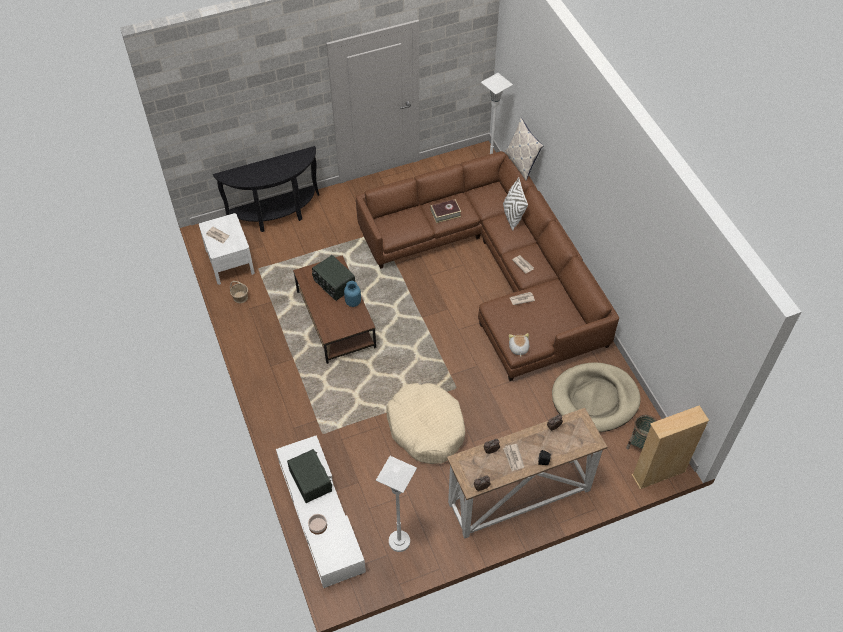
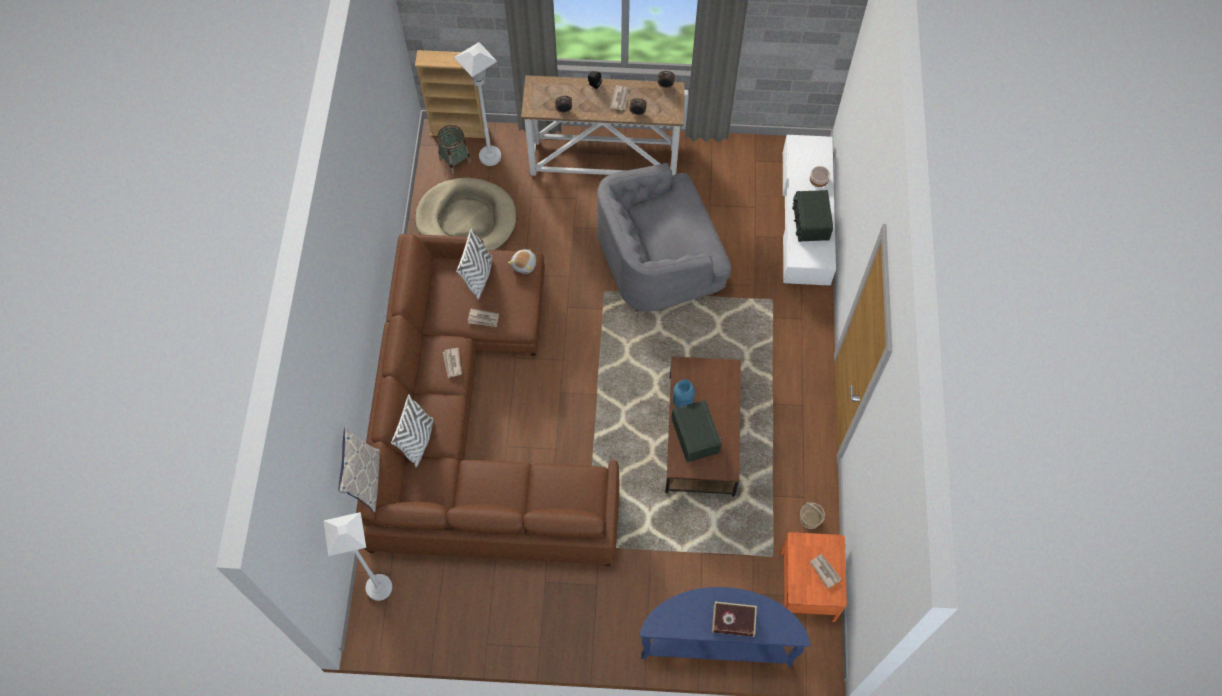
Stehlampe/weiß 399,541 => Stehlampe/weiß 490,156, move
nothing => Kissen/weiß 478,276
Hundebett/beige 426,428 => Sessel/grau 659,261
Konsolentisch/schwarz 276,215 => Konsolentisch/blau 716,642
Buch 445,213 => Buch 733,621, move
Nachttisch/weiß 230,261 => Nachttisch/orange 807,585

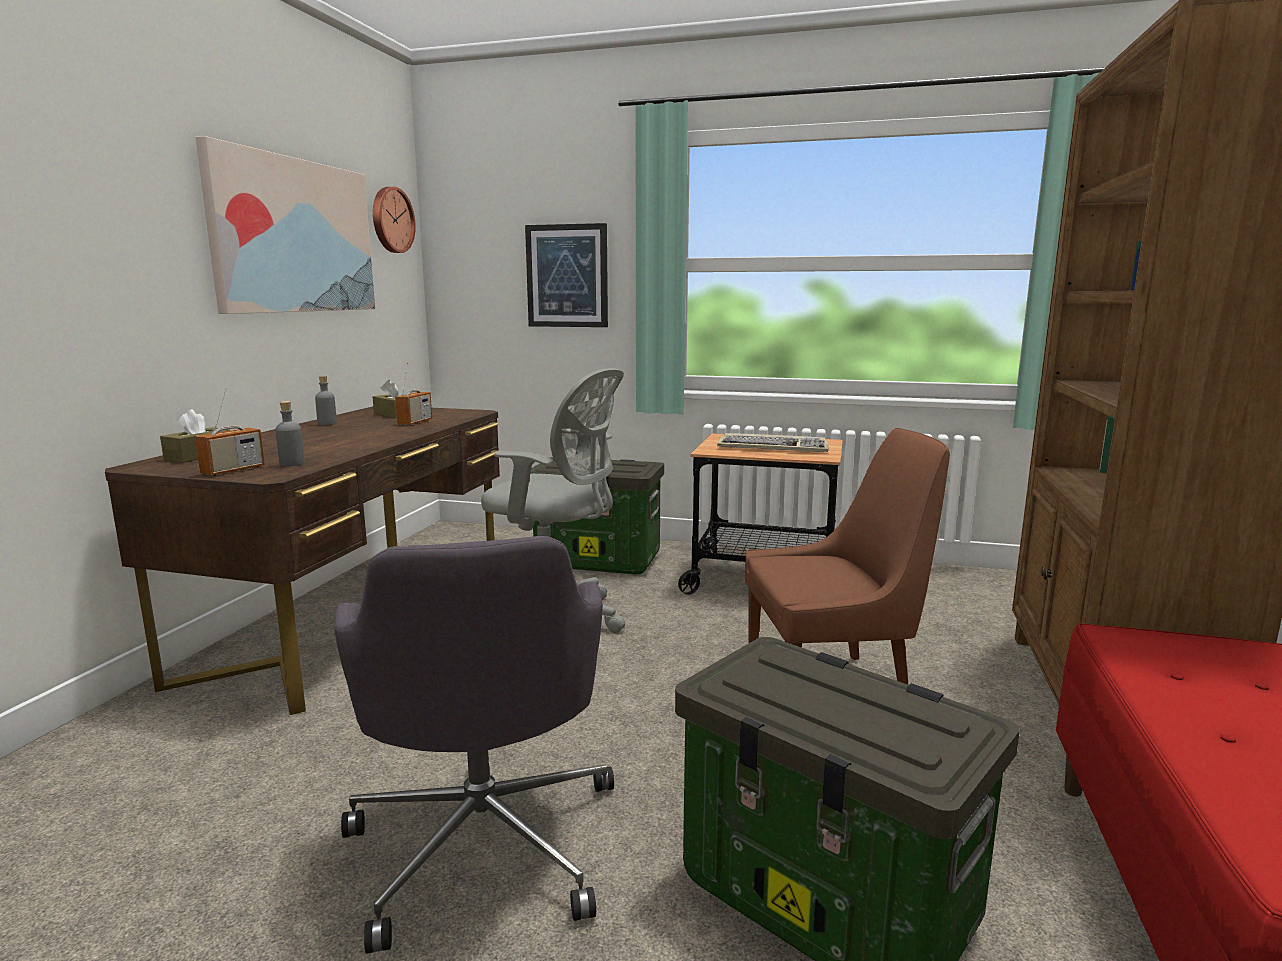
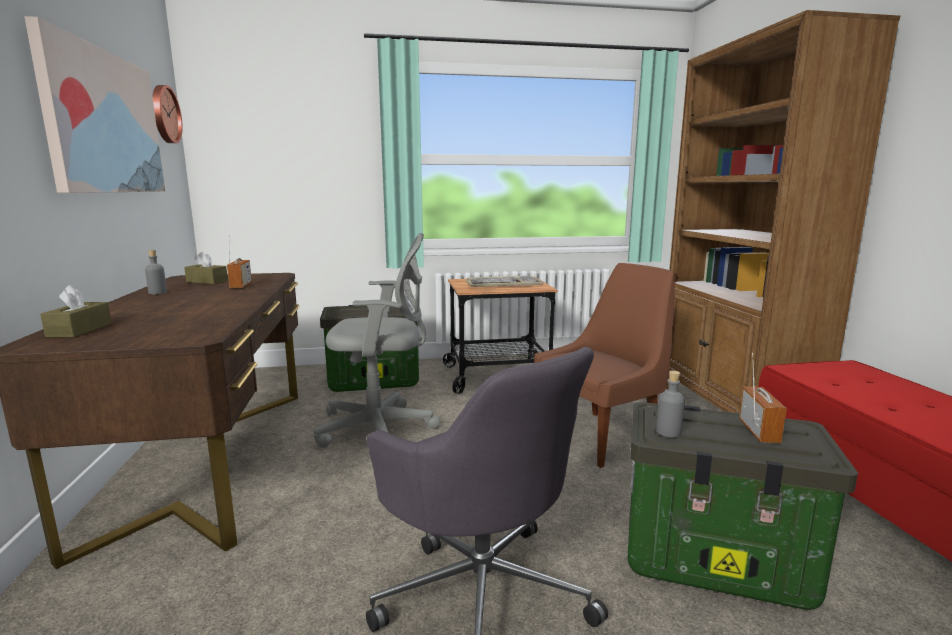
Flasche/grau 292,463 => Flasche/grau 668,432, move
Radio 233,470 => Radio 759,431, move
Bild 567,276 => nothing

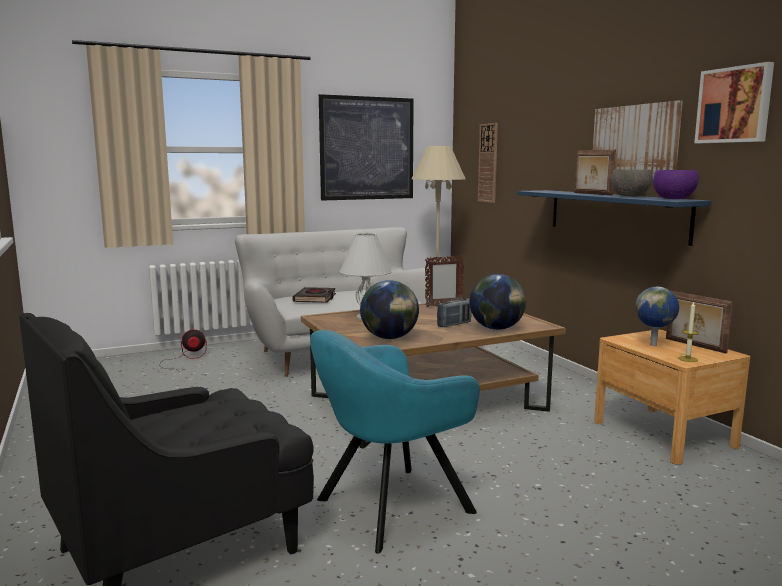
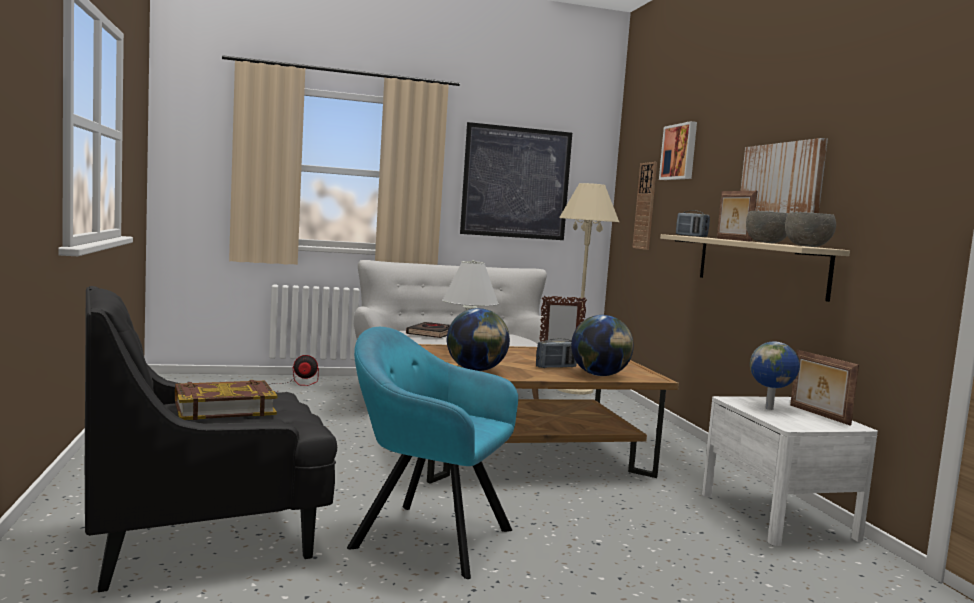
nothing => Buch 224,408
Sessel/türkis 389,508 => Sessel/türkis 426,536, 45 degrees clockwise
Bild 735,105 => Bild 680,152, move
Wandregal/blau 615,214 => Wandregal/beige 759,265
nothing => Radio 691,236
Nachttisch/braun 663,434 => Nachttisch/weiß 777,516
Schüssel/lila 674,199 => Schüssel/grau 808,246
Kerze 687,359 => nothing

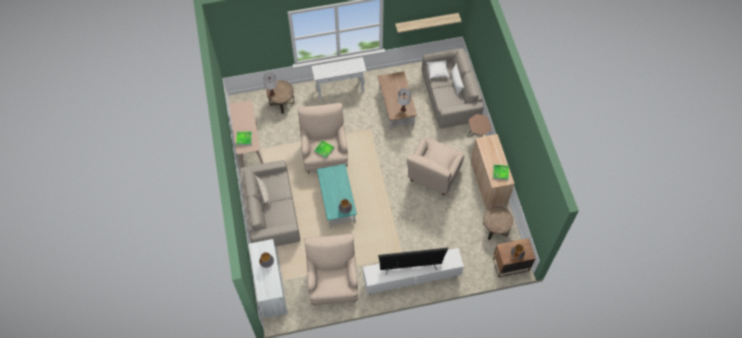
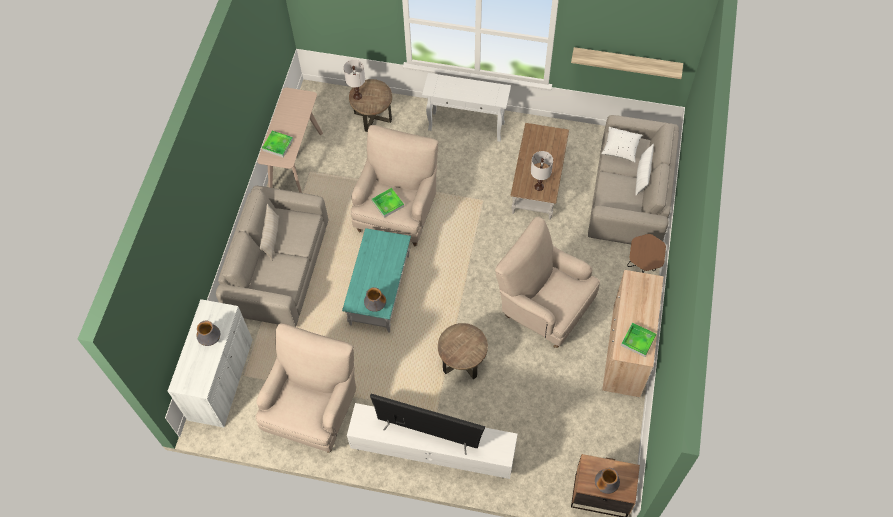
Beistelltisch/braun 495,229 => Beistelltisch/braun 462,361, move
Sessel/beige 433,176 => Sessel/beige 544,307, 75 degrees clockwise

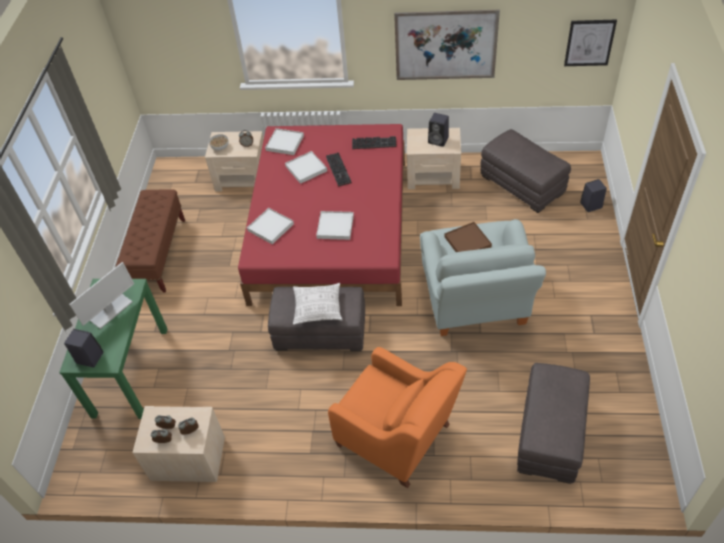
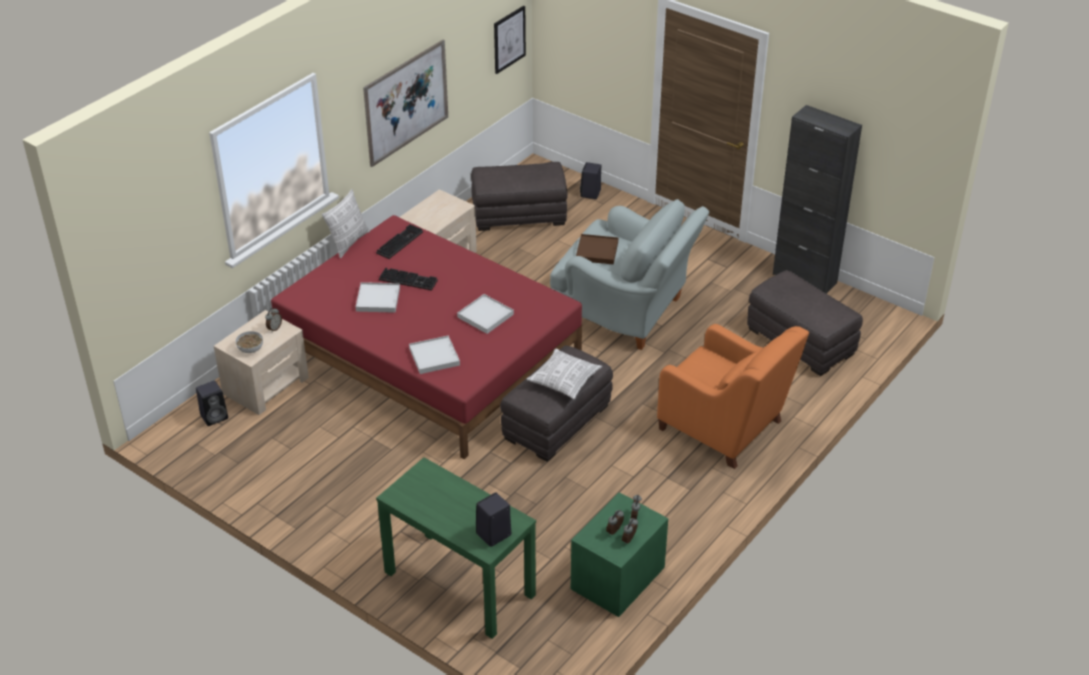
Lautsprecher/schwarz 439,140 => Lautsprecher/schwarz 215,416, move
nothing => Kissen 349,243
Nachttisch/beige 187,458 => Nachttisch/grün 617,578
Sessel/orange 397,438 => Sessel/orange 724,427, 60 degrees clockwise
nothing => Schrank/schwarz 804,278
Monitor 110,311 => nothing
Bank/braun 158,255 => nothing
Tablett/weiß 285,143 => nothing

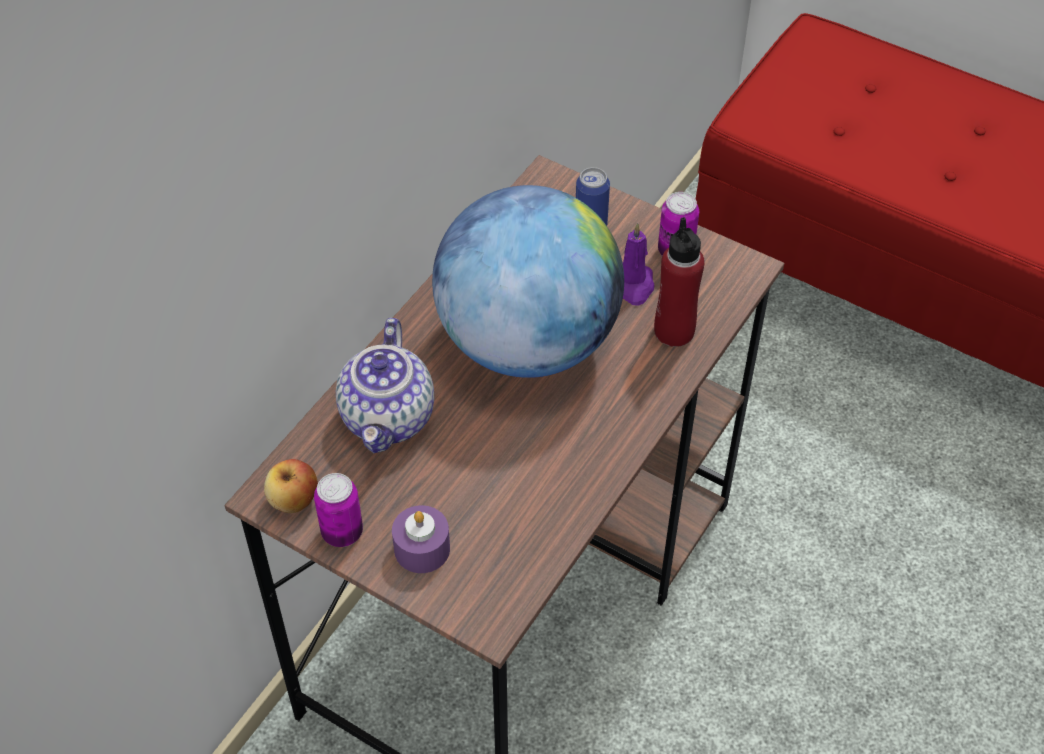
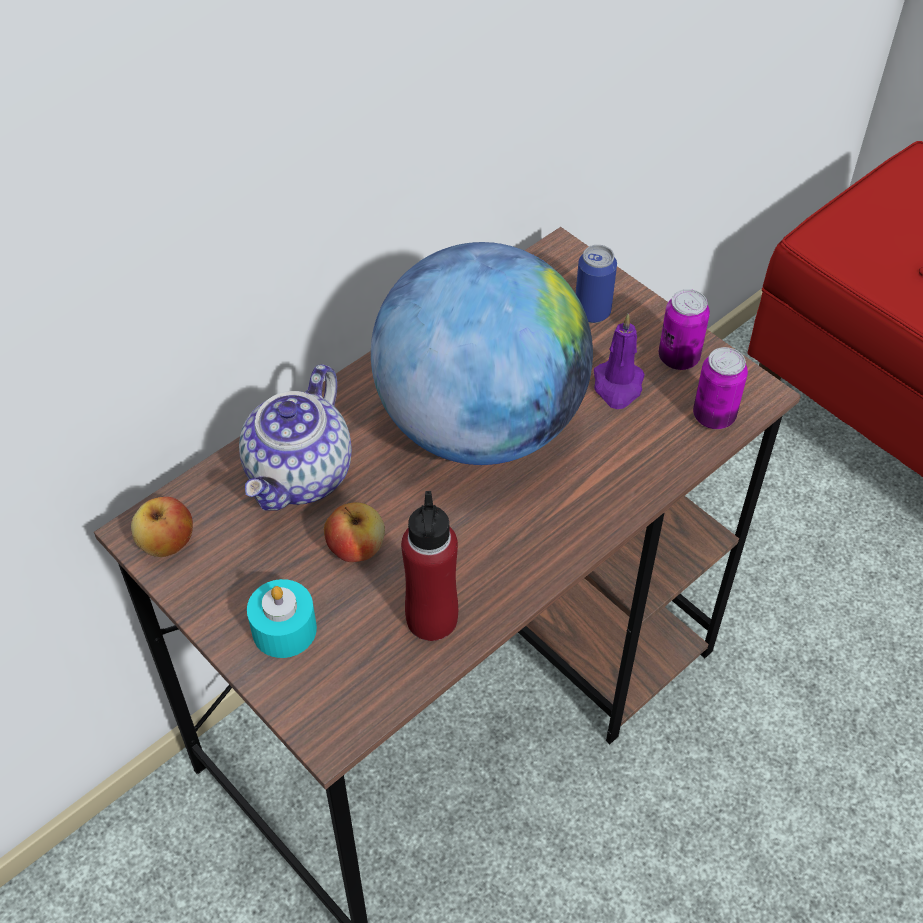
Kerze/lila 422,549 => Kerze/türkis 284,629
nothing => Apfel 356,548
Flasche/rot 674,331 => Flasche/rot 431,619, move
Dose 342,532 => Dose 714,416, move

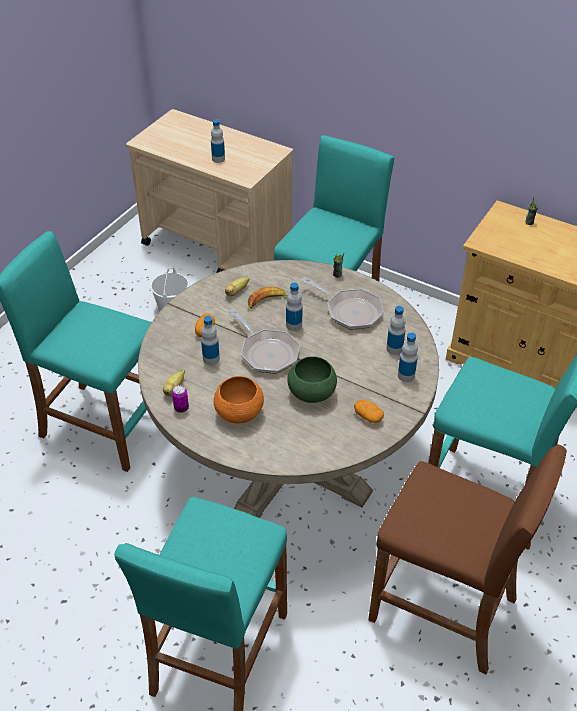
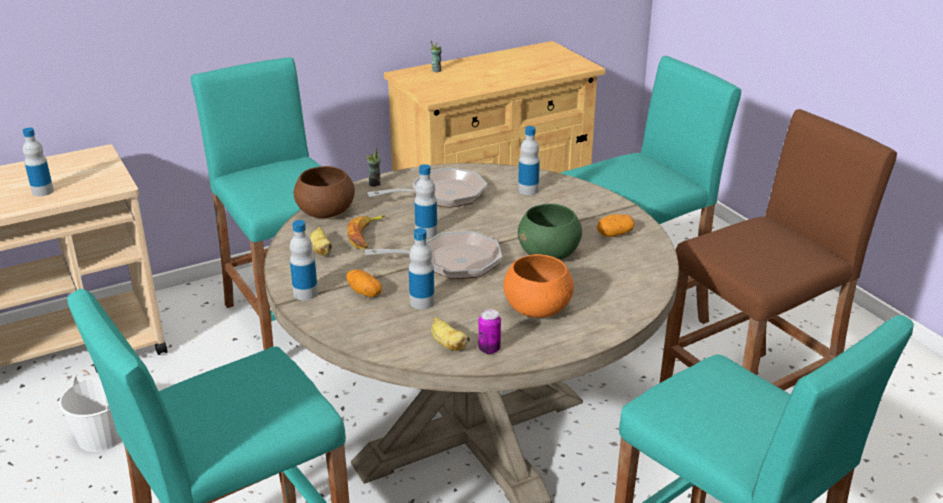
Flasche 406,375 => Flasche 305,293, move
nothing => Schüssel/braun 325,213

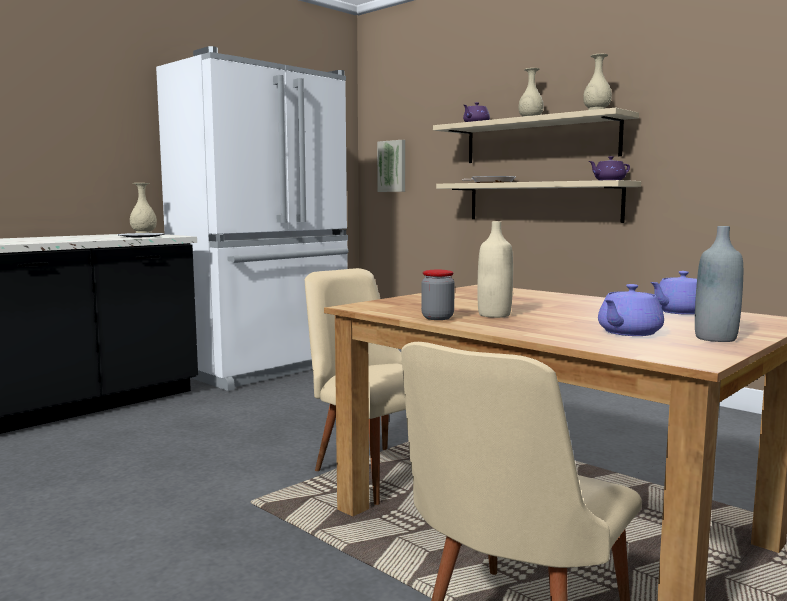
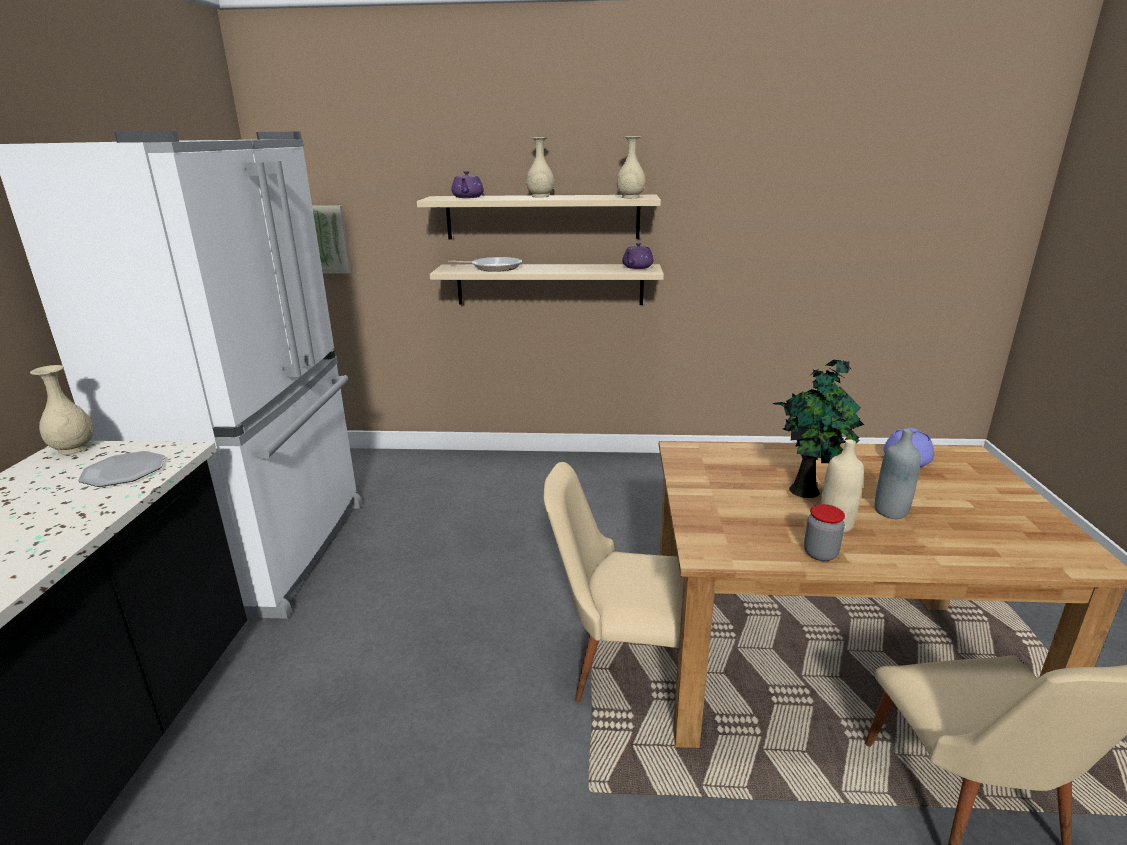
nothing => Topfpflanze 807,490
Flasche/grau 715,338 => Flasche/grau 890,511, move
Teekanne/lila 628,333 => nothing

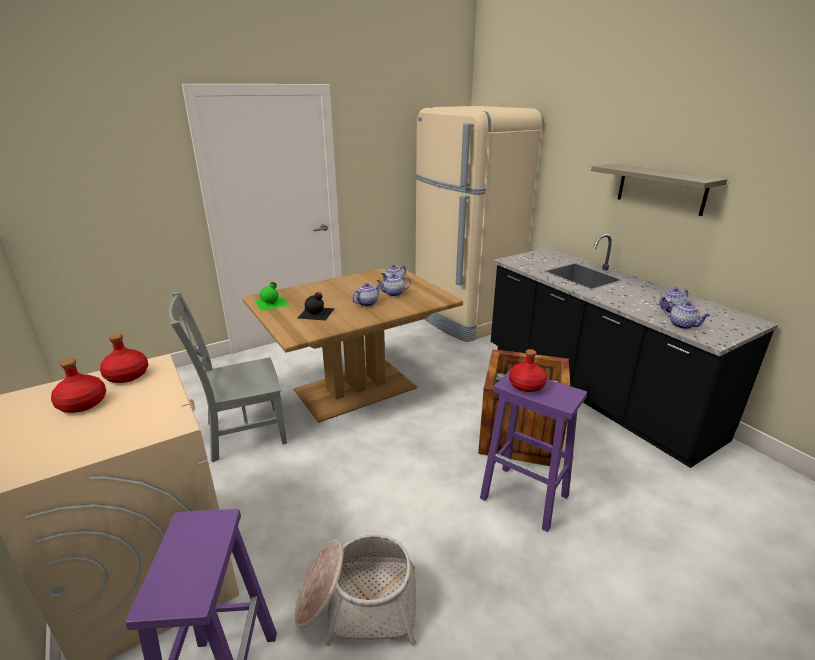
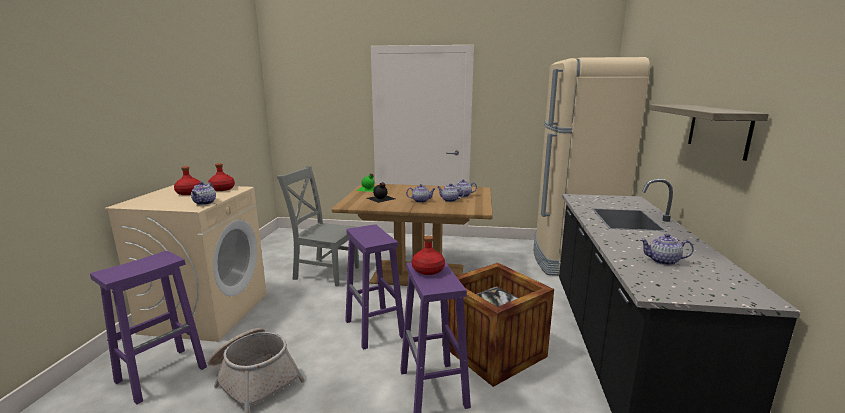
Teekanne 683,325 => Teekanne 204,203, move
nothing => Hocker/lila 375,329

